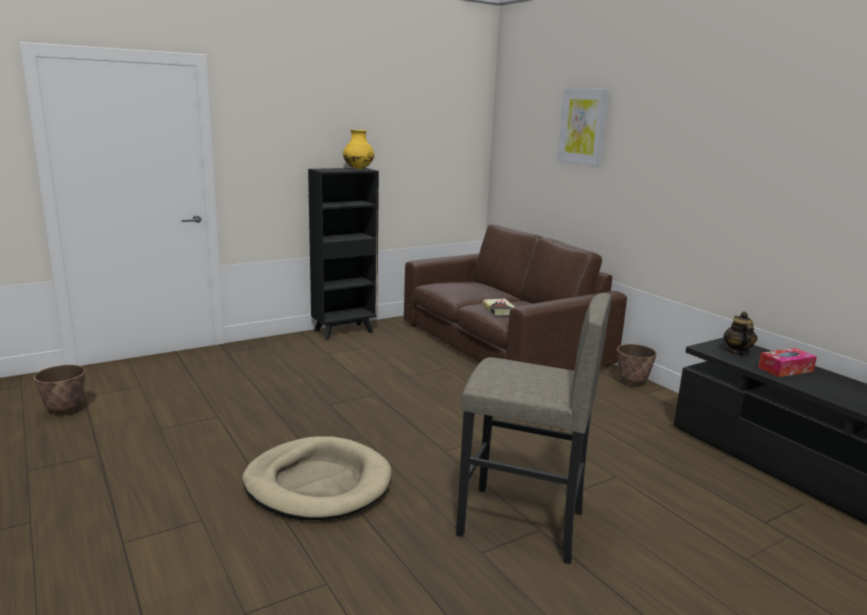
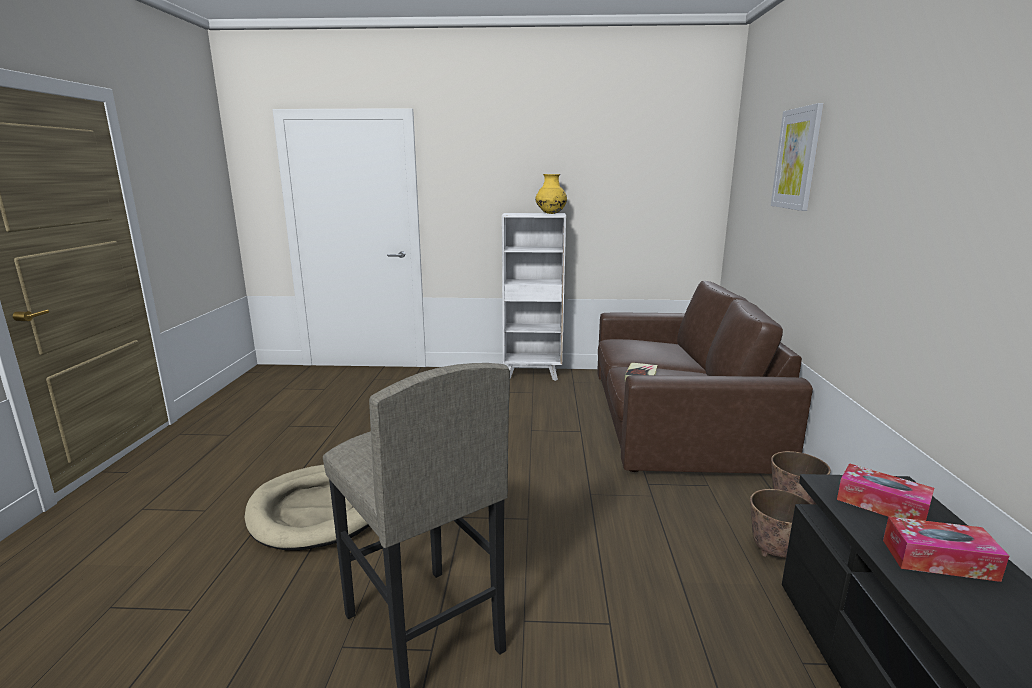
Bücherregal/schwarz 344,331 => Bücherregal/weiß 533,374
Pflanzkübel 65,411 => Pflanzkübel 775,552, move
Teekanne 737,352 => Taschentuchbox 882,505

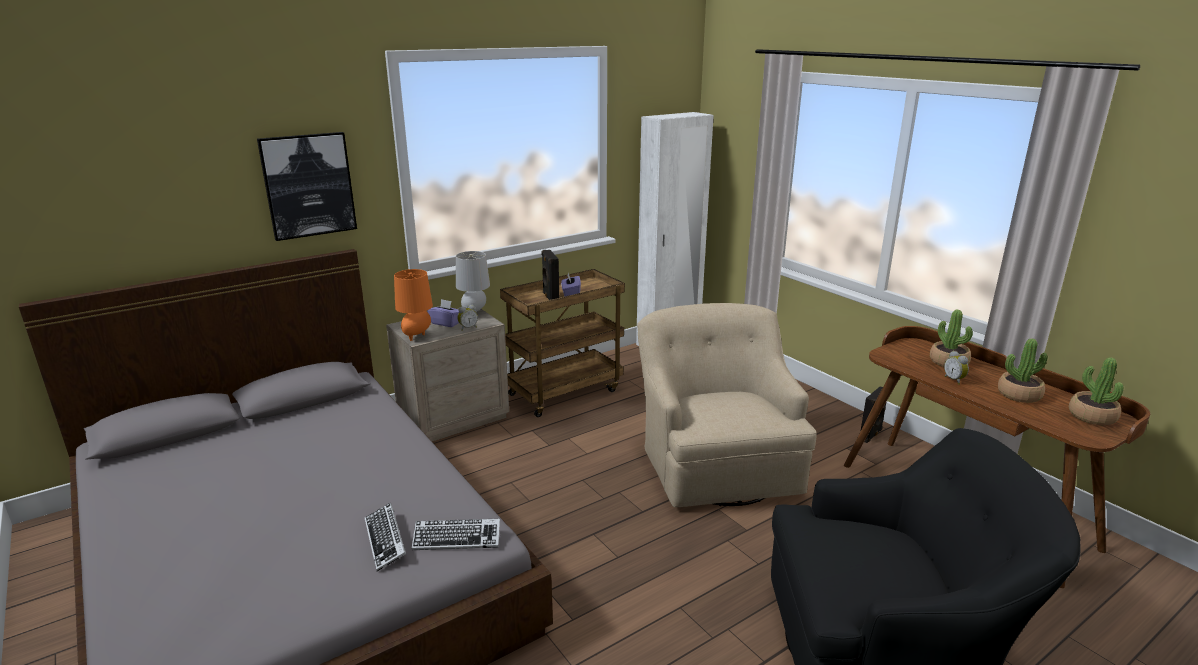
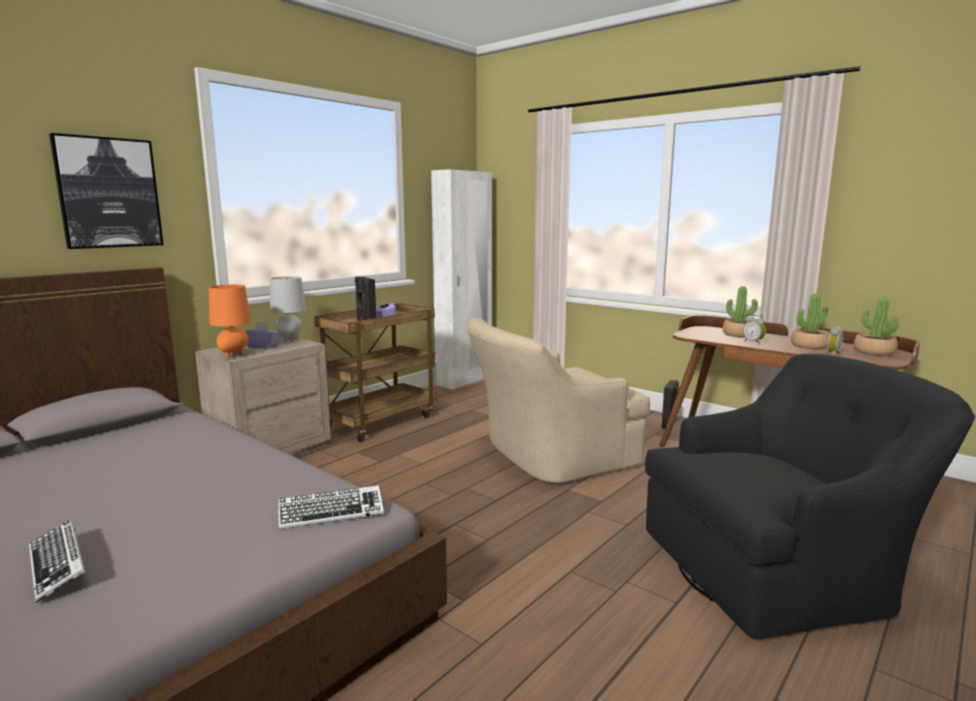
Tastatur 385,540 => Tastatur 58,565, move
Sessel/beige 716,463 => Sessel/beige 548,456, 90 degrees counterclockwise
Wecker 467,328 => Wecker 831,354, move

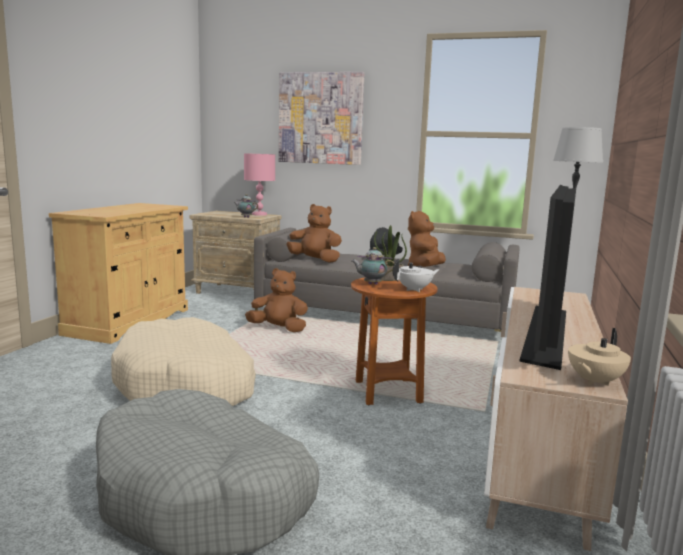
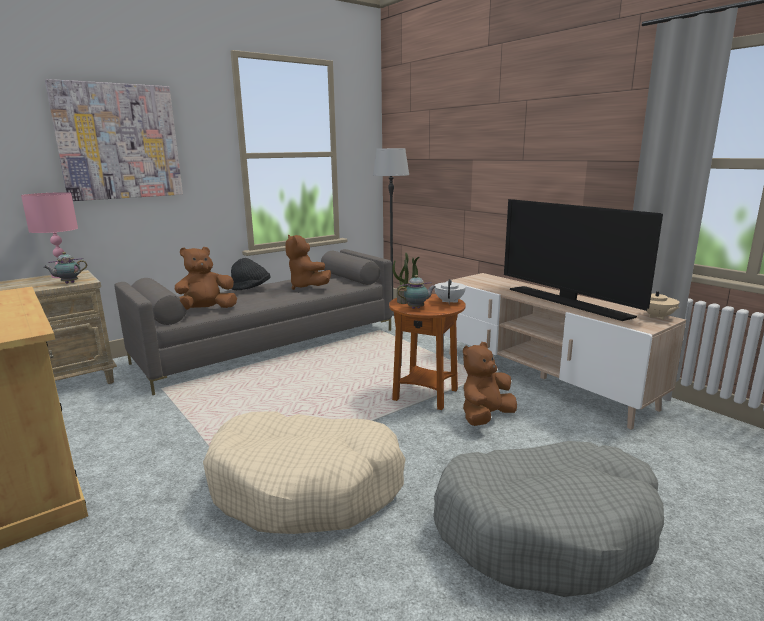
Teekanne 371,284 => Teekanne 417,308, 150 degrees counterclockwise
Plüschtier/braun 279,329 => Plüschtier/braun 485,417, move

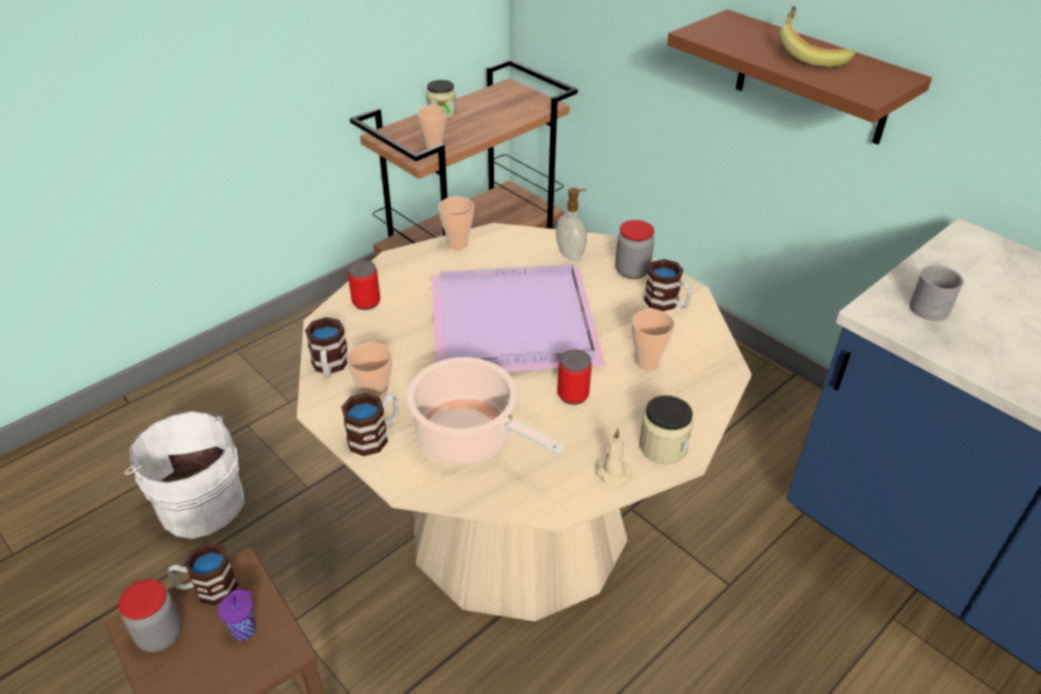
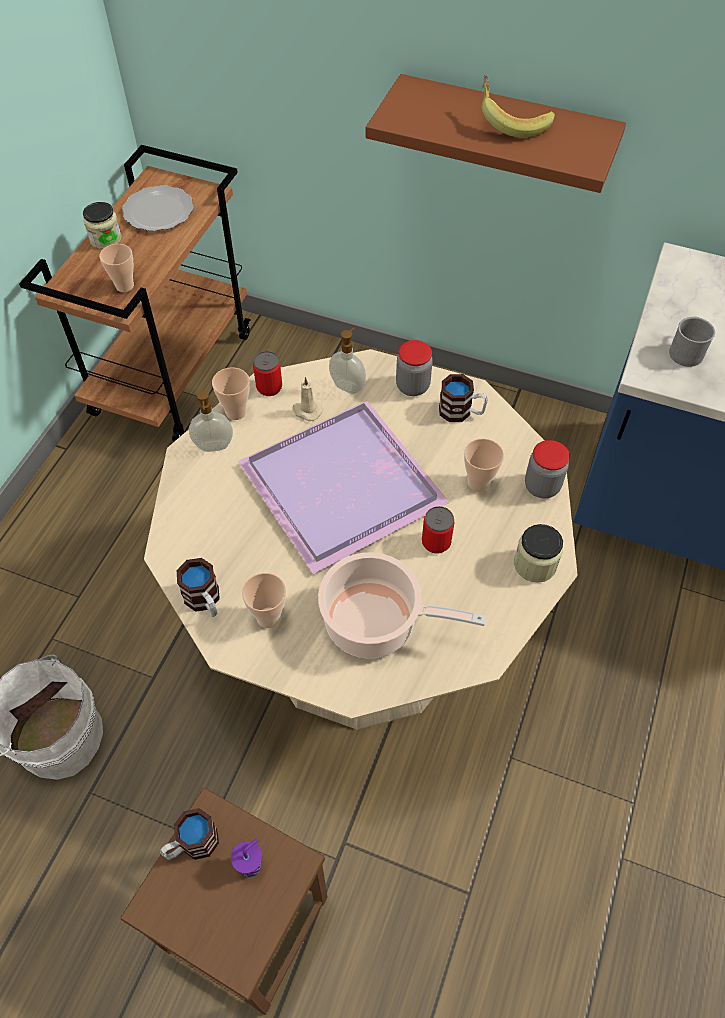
nothing => Teller 159,212
nothing => Seifenspender 214,447
Dose 366,302 => Dose 269,387, move
Kerze/beige 611,472 => Kerze/beige 306,411, move
Vorratsglas 160,635 => Vorratsglas 542,486, move
Henkelbecher 375,436 => nothing

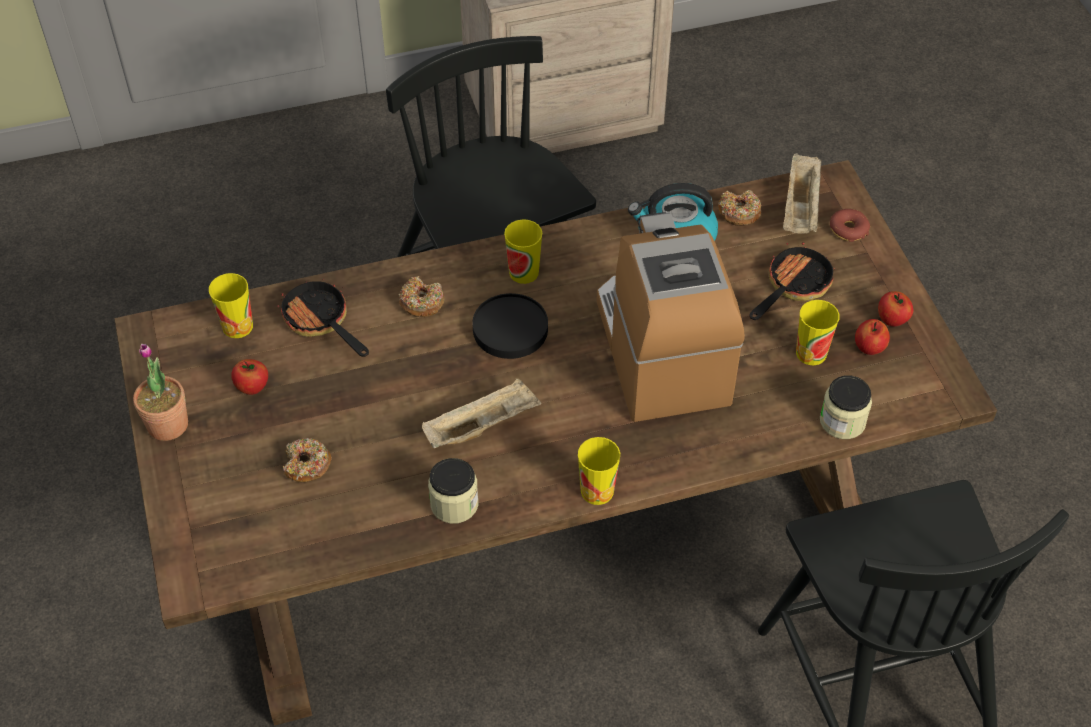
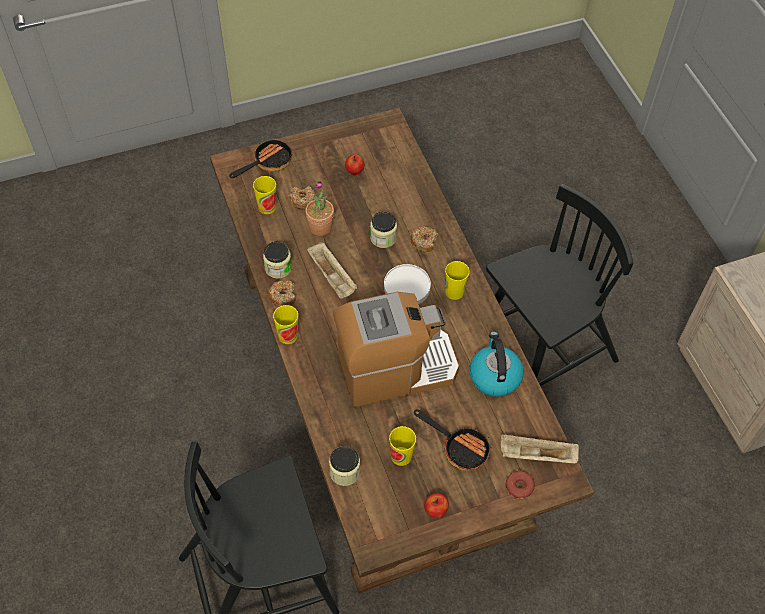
Pfanne 321,322 => Pfanne 268,162, move
Tasse 237,326 => Tasse 267,207, move
Donut 739,213 => Donut 283,296, move
Topfpflanze 168,425 => Topfpflanze 320,227, move
nothing => Vorratsglas 383,238
Teller/schwarz 510,329 => Teller/weiß 407,287
Apfel 869,348 => nothing

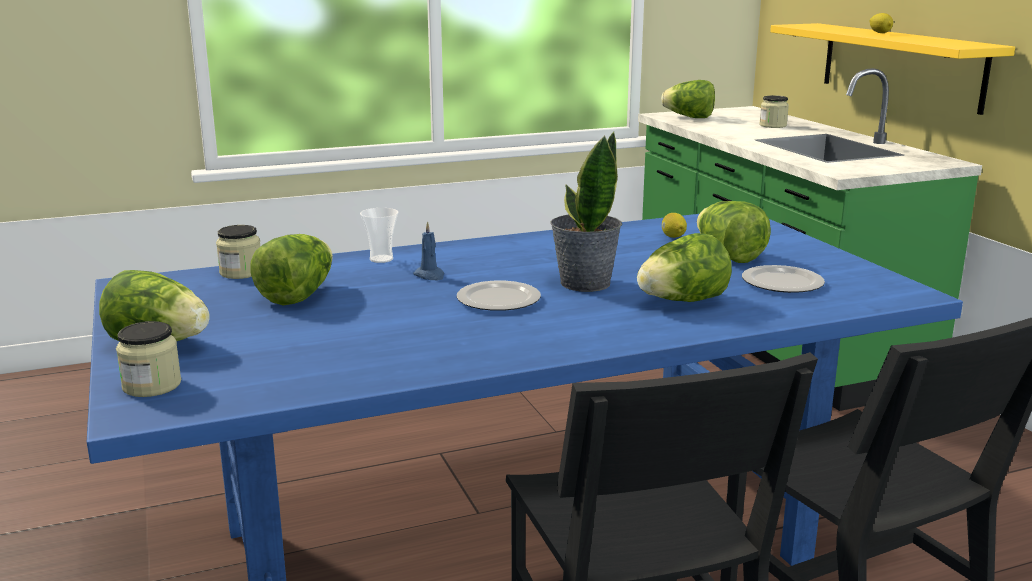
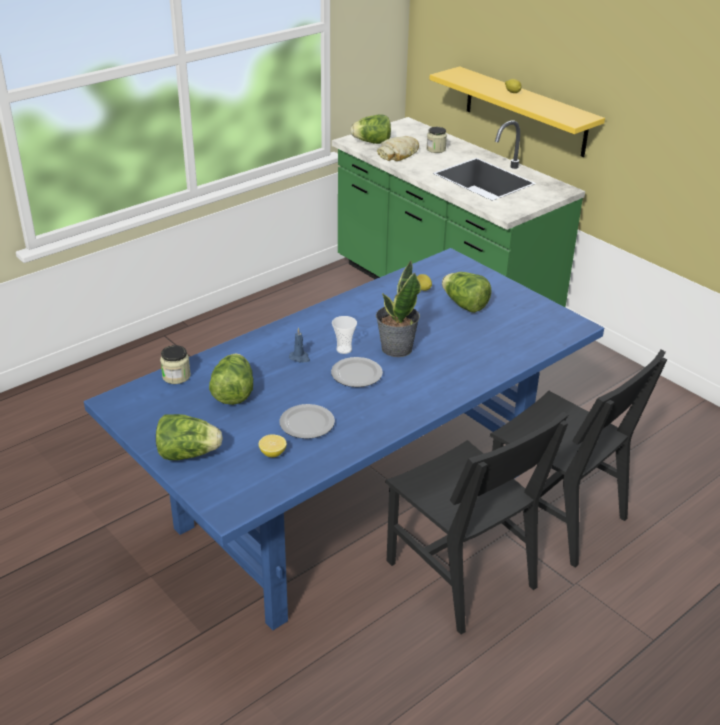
nothing => Zitrone 272,453
Teller 781,282 => Teller 306,423, move
Tasse 381,259 => Tasse 344,349, move
nothing => Brot 399,154
Vorratsglas 152,385 => nothing
Salatkopf 682,301 => nothing

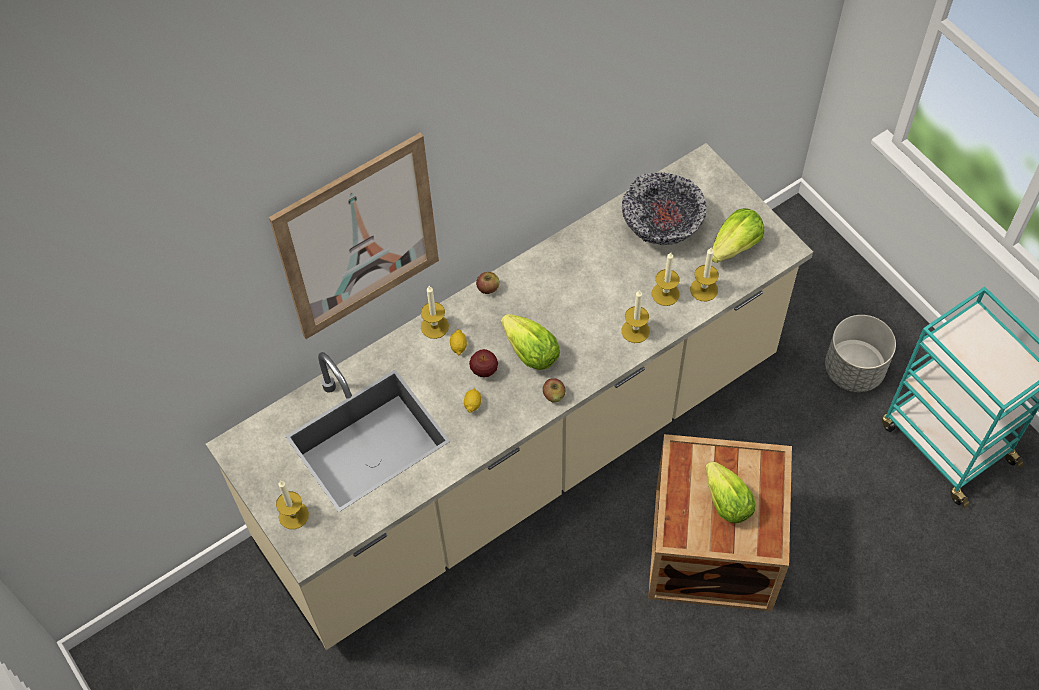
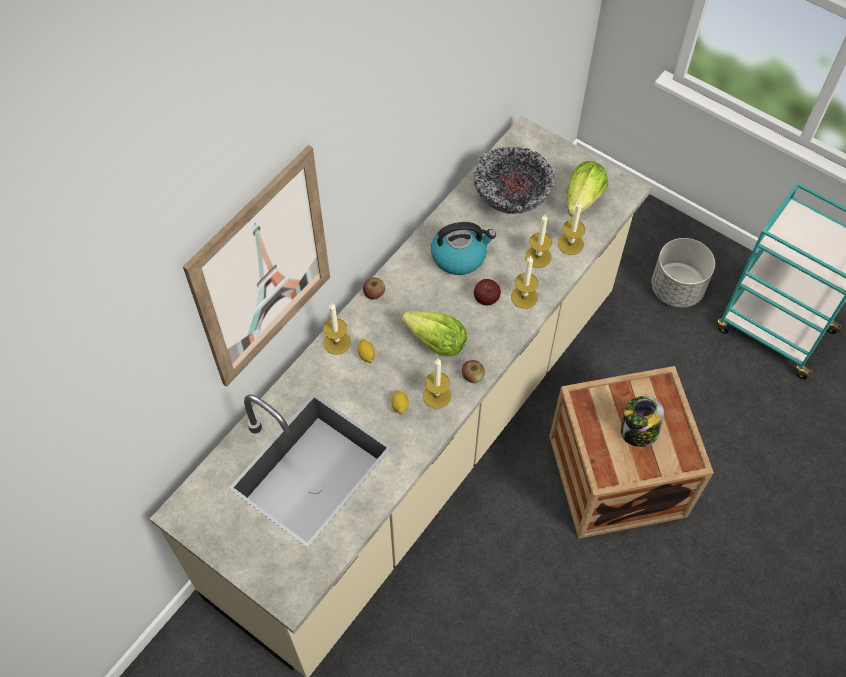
Kerze 293,515 => Kerze 437,395, move
nothing => Wasserkessel 460,256
Apfel 484,370 => Apfel 486,299, move
Salatkopf 727,502 => Vorratsglas 638,432

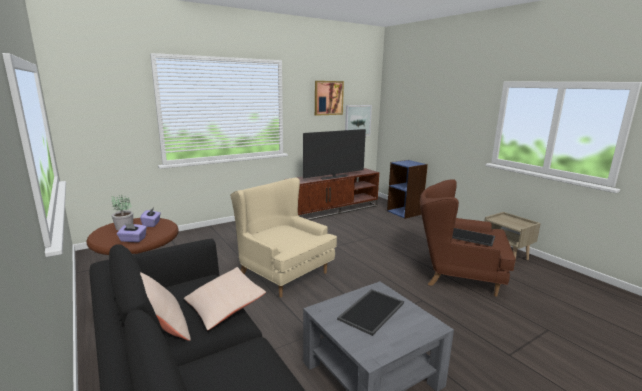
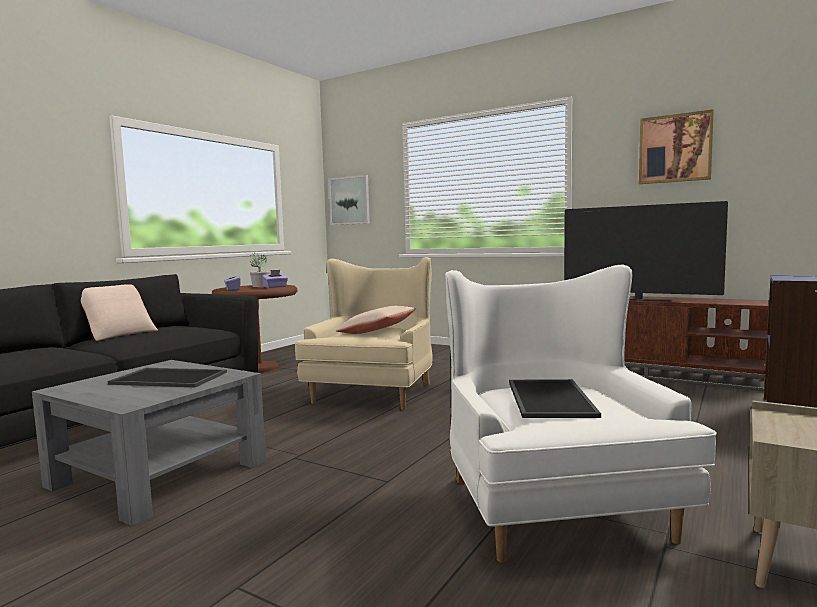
Bild 357,120 => Bild 349,200, move
Kissen/beige 224,306 => Kissen/beige 377,332, move
Sessel/braun 457,274 => Sessel/weiß 553,504

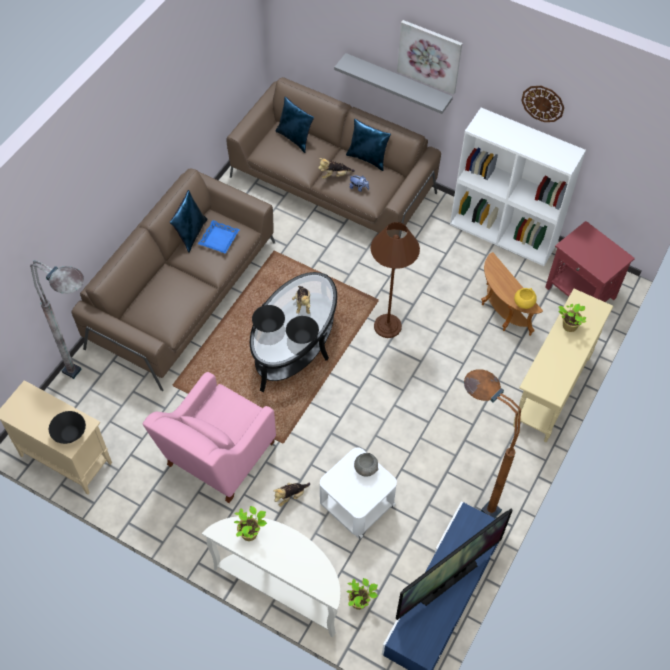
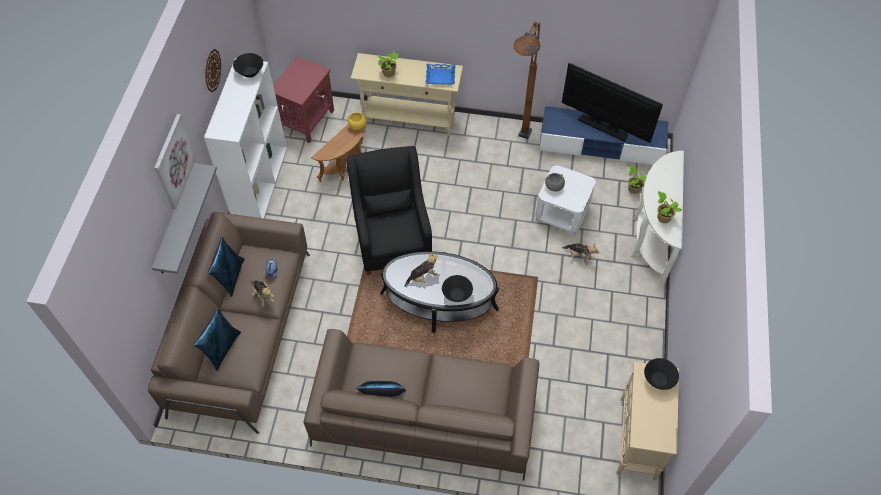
Schüssel/schwarz 302,337 => Schüssel/schwarz 250,72, move
Stehlampe/braun 387,326 => Sessel/schwarz 392,239
Tablett/blau 219,239 => Tablett/blau 440,76, move
Stehlampe/grau 95,384 => nothing
Sessel/rosa 218,457 => nothing

